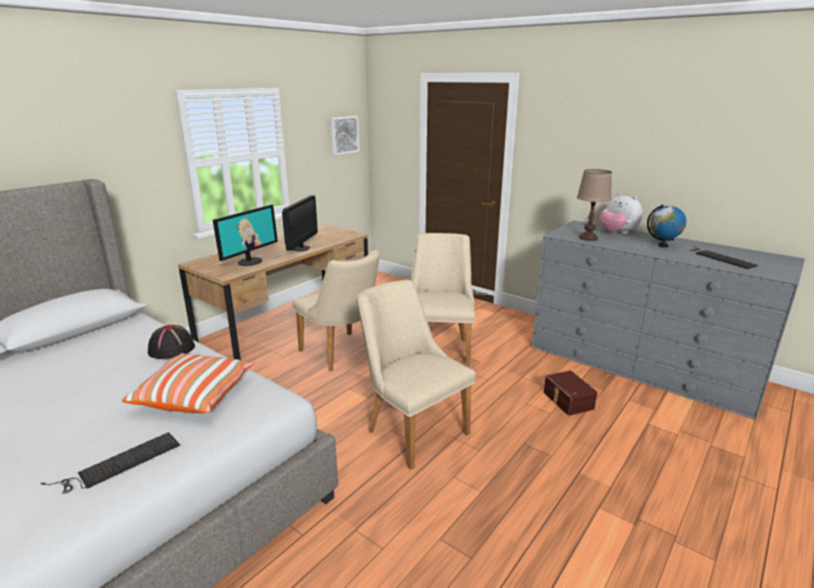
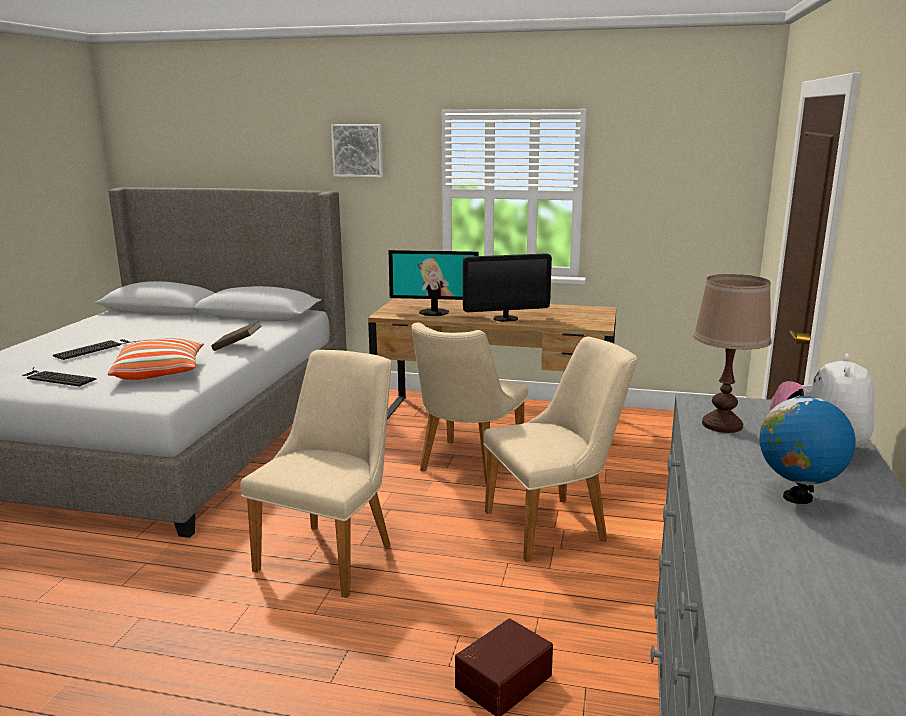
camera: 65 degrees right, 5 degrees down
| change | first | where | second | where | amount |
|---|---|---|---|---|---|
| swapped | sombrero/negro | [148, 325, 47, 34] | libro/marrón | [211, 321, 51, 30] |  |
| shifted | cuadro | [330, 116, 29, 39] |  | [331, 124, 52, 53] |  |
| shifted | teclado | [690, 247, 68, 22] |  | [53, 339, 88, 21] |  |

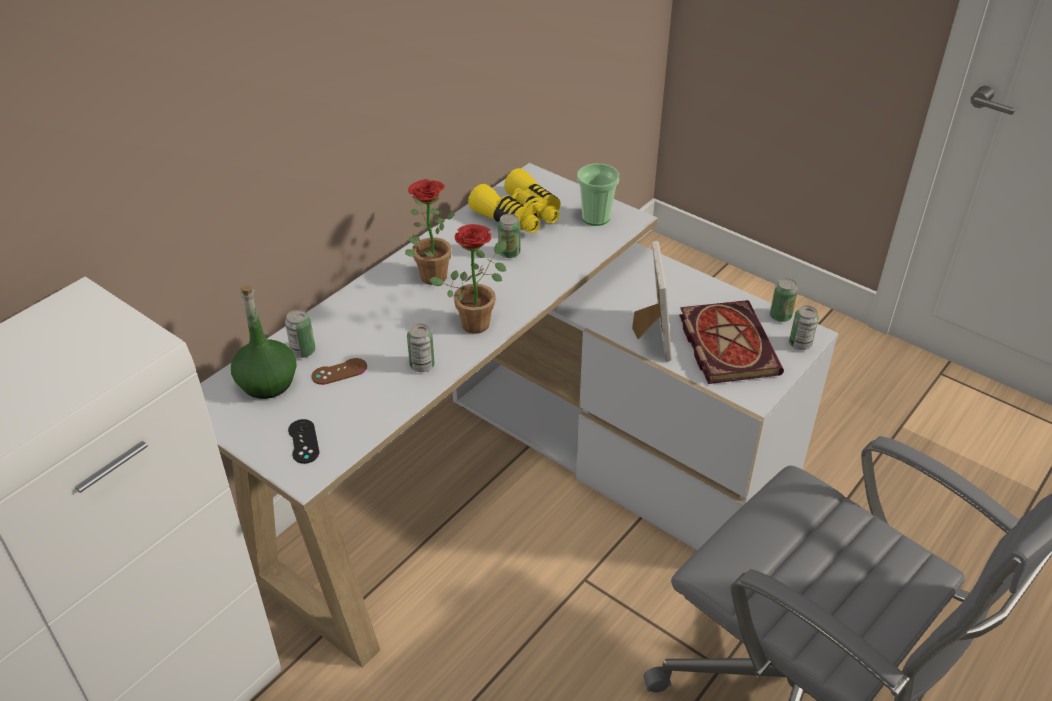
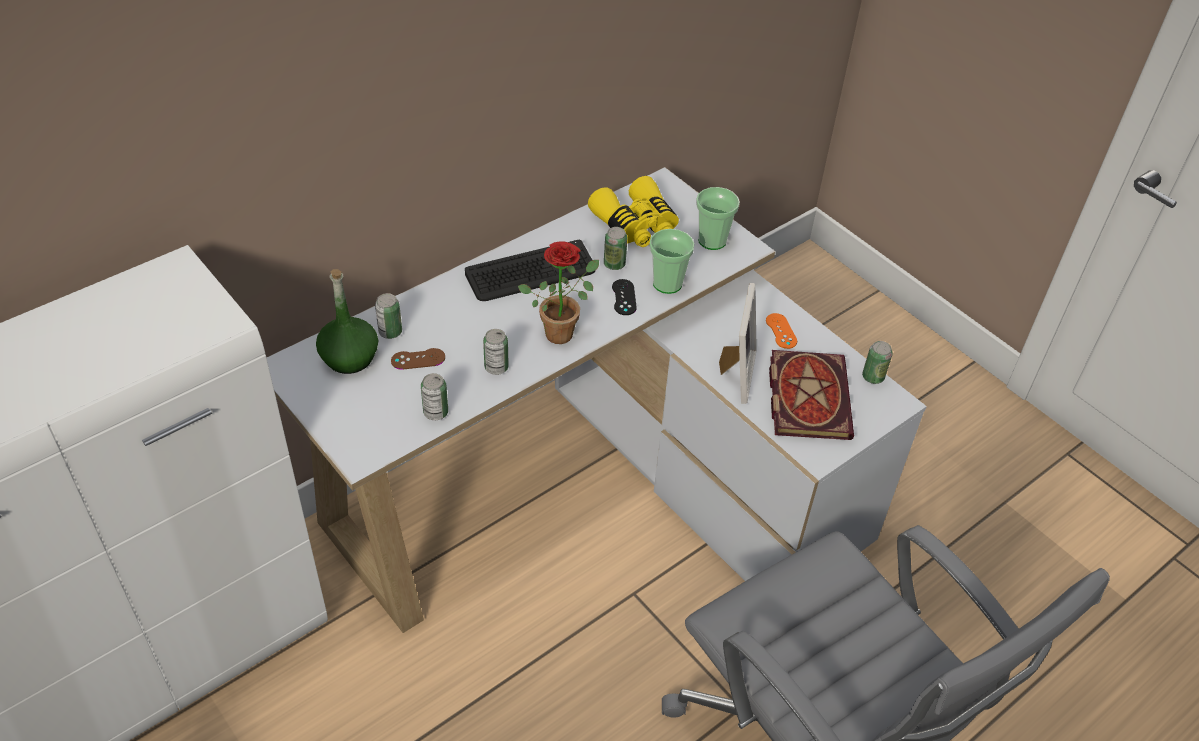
camera: 10 degrees right, 5 degrees up
| change | first | where | second | where | amount |
|---|---|---|---|---|---|
| shifted | mando de consola/negro | [288, 419, 31, 45] |  | [612, 279, 25, 36] |  |
| swapped | planta en maceta | [405, 179, 50, 106] | teclado | [465, 240, 131, 61] |  |
| shifted | lata | [789, 305, 30, 45] |  | [421, 373, 27, 47] |  |
| new |  |  | taza | [649, 229, 45, 65] |  |
| new |  |  | mando de consola/naranja | [766, 313, 31, 36] |  |

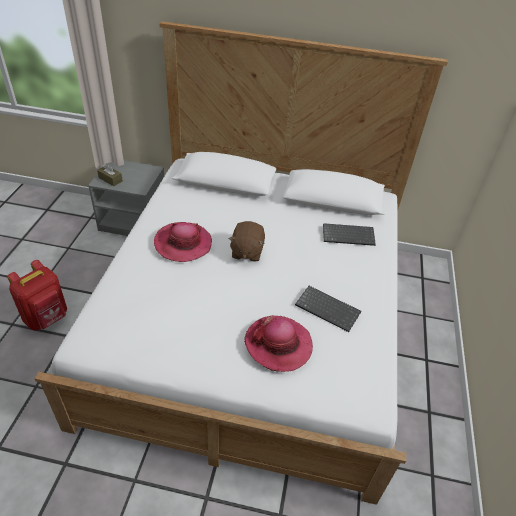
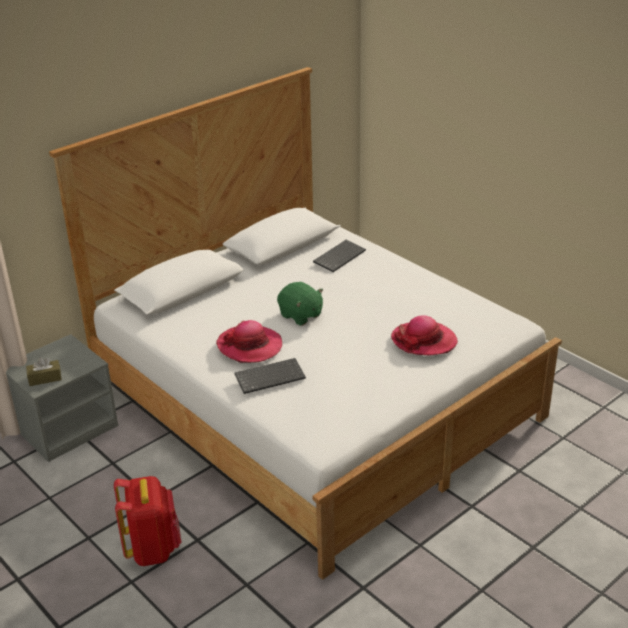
camera: 50 degrees left, 10 degrees down
| change | first | where | second | where | amount |
|---|---|---|---|---|---|
| repainted | peluche/marrón | [228, 221, 37, 41] | peluche/verde | [277, 282, 46, 44] |  |
| shifted | teclado | [295, 286, 66, 46] |  | [235, 358, 71, 36] |  |

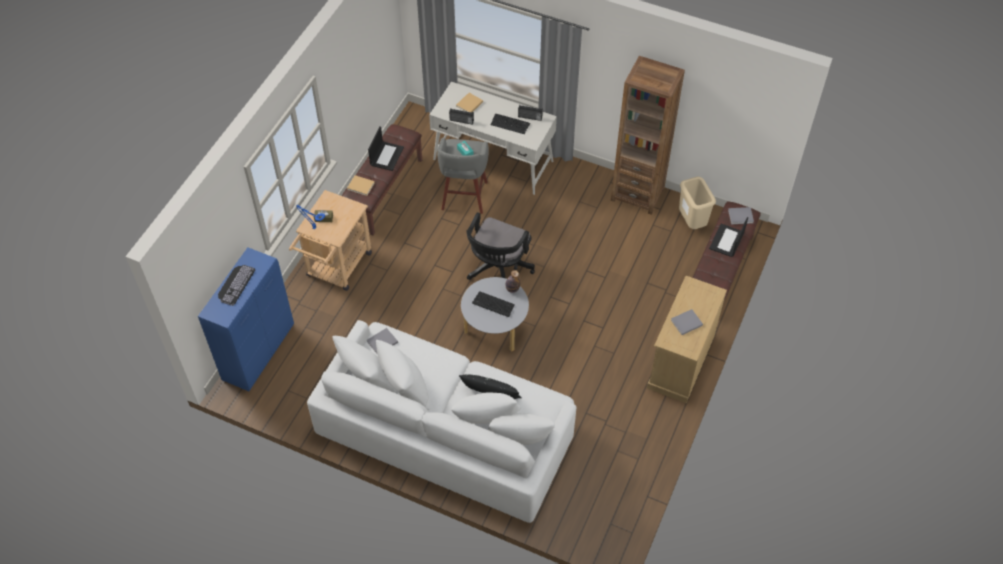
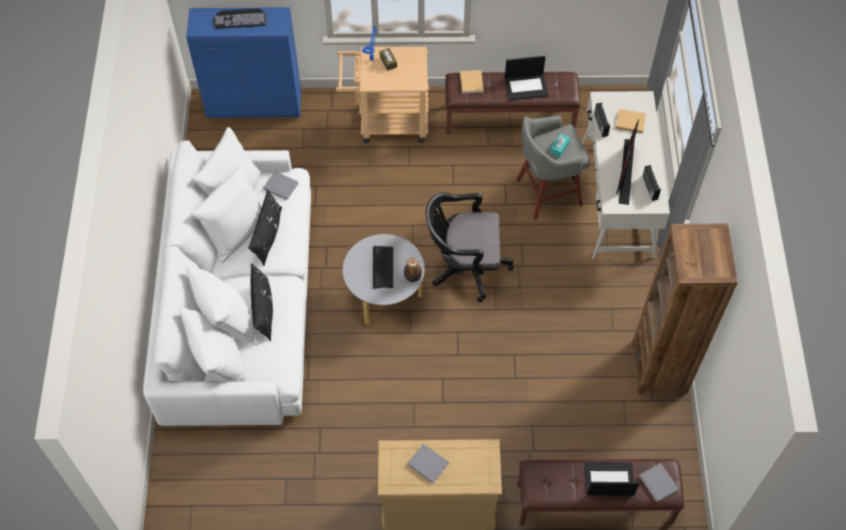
camera: 65 degrees right, 5 degrees up
| change | first | where | second | where | amount |
|---|---|---|---|---|---|
| swapped | teclado | [491, 114, 39, 20] | monitor | [616, 119, 23, 86] |  |
| gone | papelera/beis | [679, 177, 37, 52] |  |  |  |
| new |  |  | cojín/negro | [248, 189, 34, 77] |  |

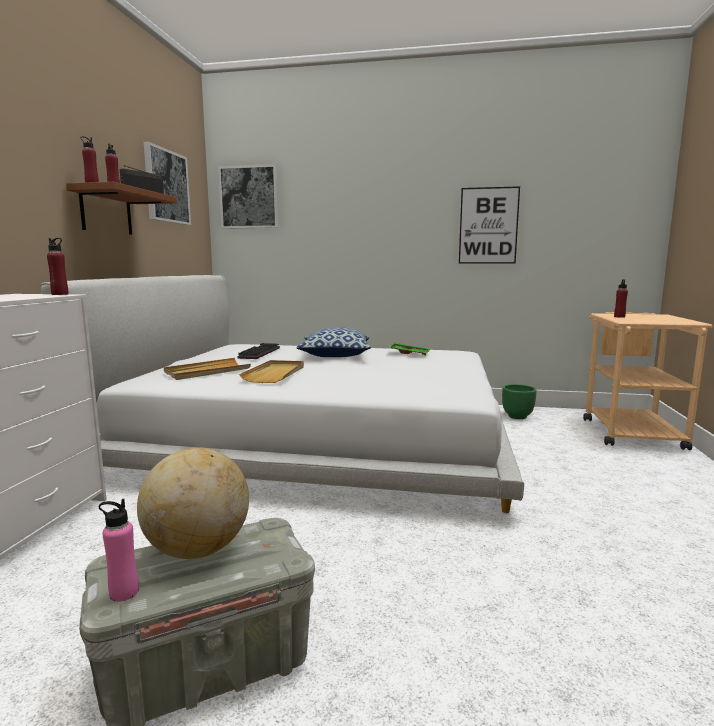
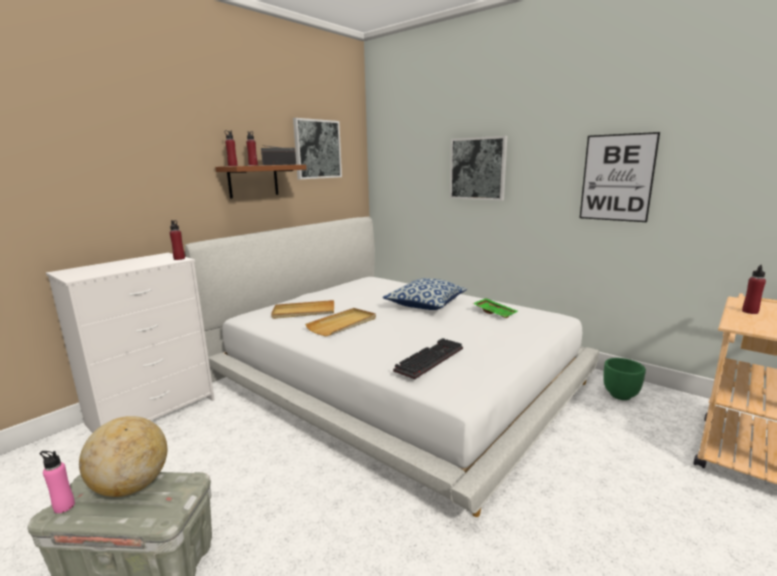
camera: 30 degrees right, 5 degrees up
| change | first | where | second | where | amount |
|---|---|---|---|---|---|
| shifted | cuadro | [218, 164, 61, 65] |  | [450, 136, 57, 65] |  |
| shifted | teclado | [237, 343, 43, 16] |  | [393, 338, 70, 41] |  |

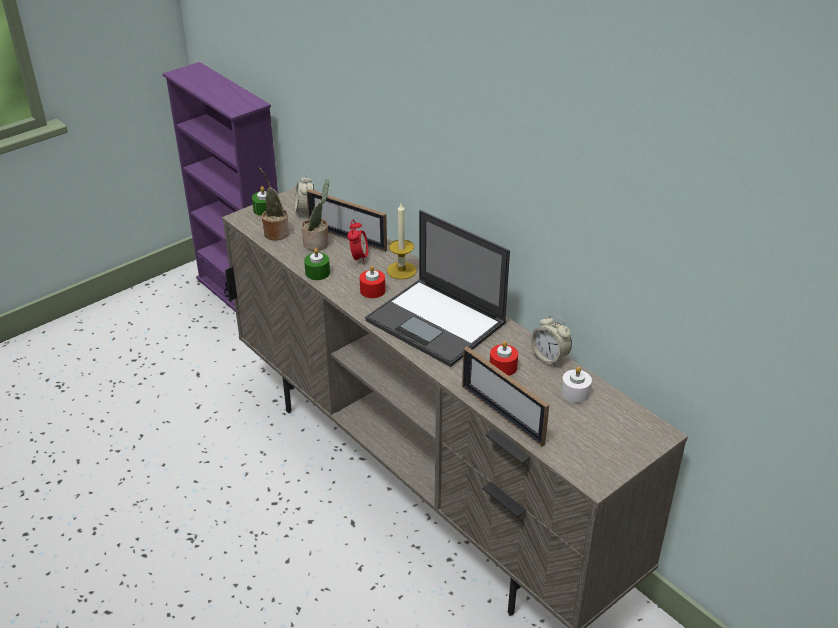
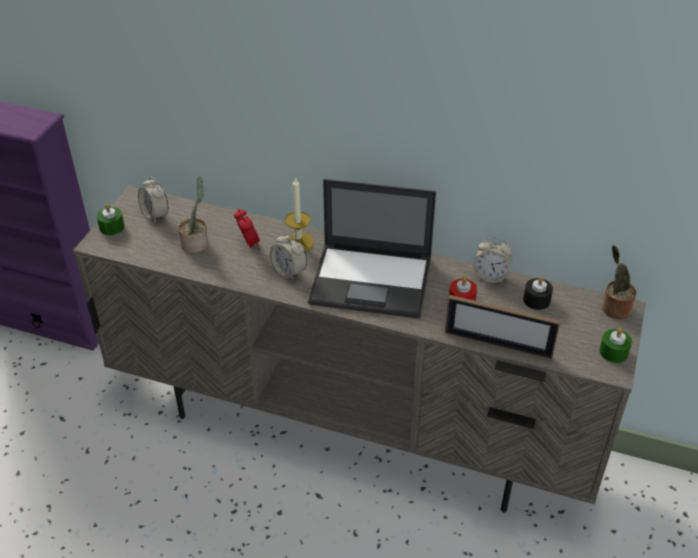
camera: 30 degrees left, 5 degrees up
| change | first | where | second | where | amount |
|---|---|---|---|---|---|
| shifted | planta en maceta | [258, 167, 31, 74] |  | [602, 245, 35, 74] |  |
| shifted | vela/verde | [304, 248, 26, 32] |  | [599, 328, 33, 35] |  |
| gone | portarretratos | [307, 189, 80, 63] |  |  |  |
| swapped | vela/rojo | [360, 266, 25, 32] | despertador | [270, 232, 37, 49] |  |
| repainted | vela/blanco | [561, 367, 31, 36] | vela/negro | [523, 276, 30, 34] |  |

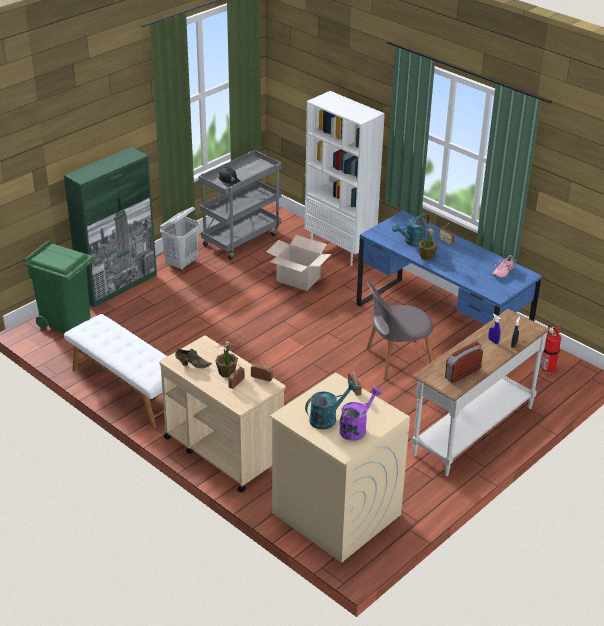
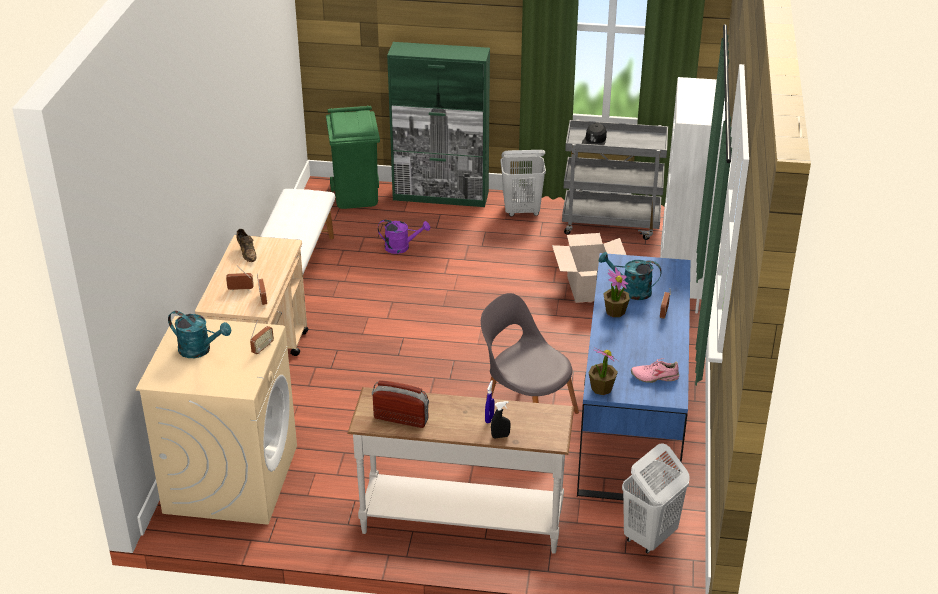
camera: 55 degrees right, 0 degrees up
| change | first | where | second | where | amount |
|---|---|---|---|---|---|
| shifted | planta en maceta | [215, 341, 23, 37] |  | [589, 347, 29, 48] |  |
| shifted | regadera/morado | [340, 387, 42, 54] |  | [378, 220, 52, 34] |  |
| swapped | extintor | [541, 324, 20, 49] | cesto de la ropa/blanco | [622, 443, 68, 111] |  |

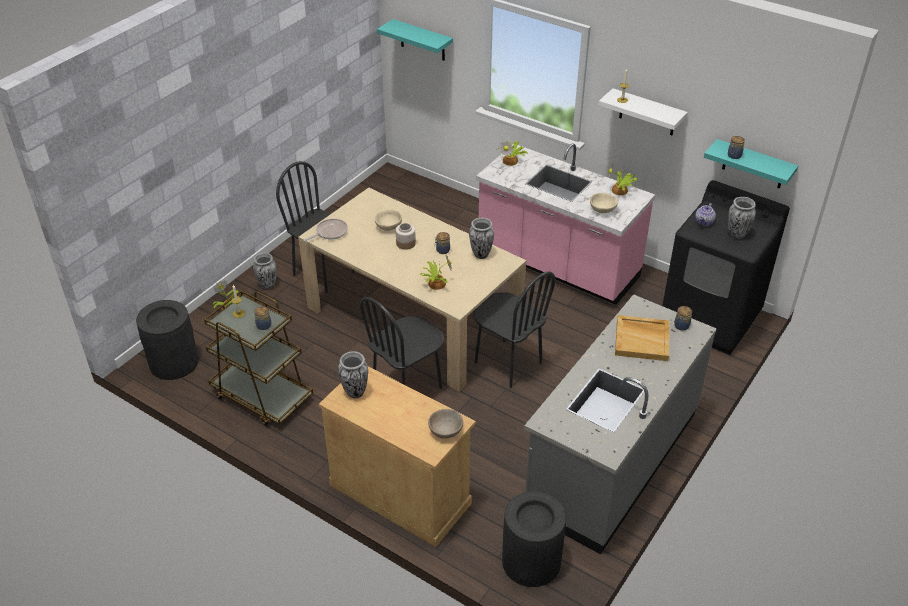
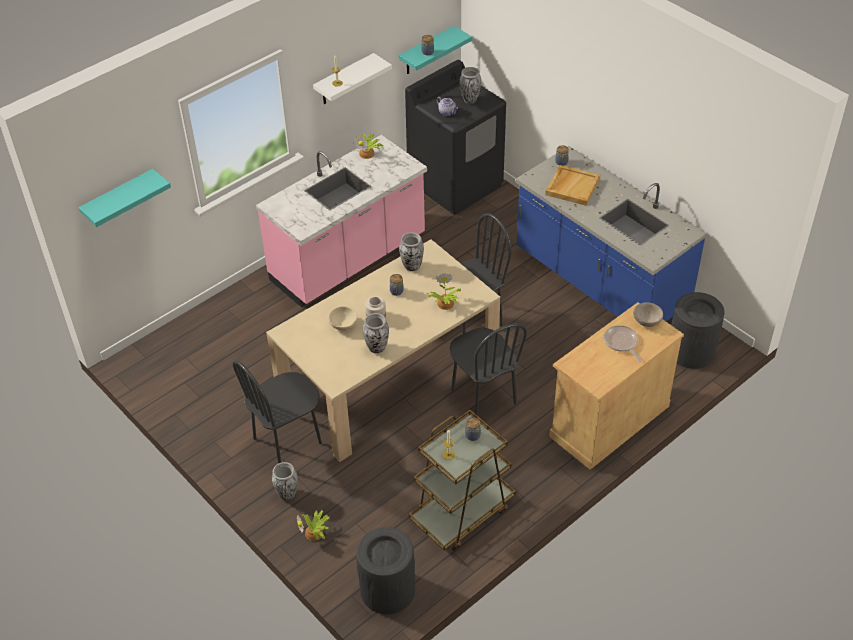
camera: 75 degrees left, 5 degrees up
| change | first | where | second | where | amount |
|---|---|---|---|---|---|
| shifted | sartén | [304, 219, 44, 23] |  | [604, 325, 38, 37] |  |
| shifted | florero | [338, 351, 30, 47] |  | [363, 313, 26, 40] |  |
| gone | planta en maceta | [498, 141, 30, 25] |  |  |  |
| repainted | mueble bajo de cocina/gris | [524, 294, 193, 260] | mueble bajo de cocina/azul | [515, 146, 192, 179] |  |
| gone | cuenco/beis | [590, 193, 28, 20] |  |  |  |

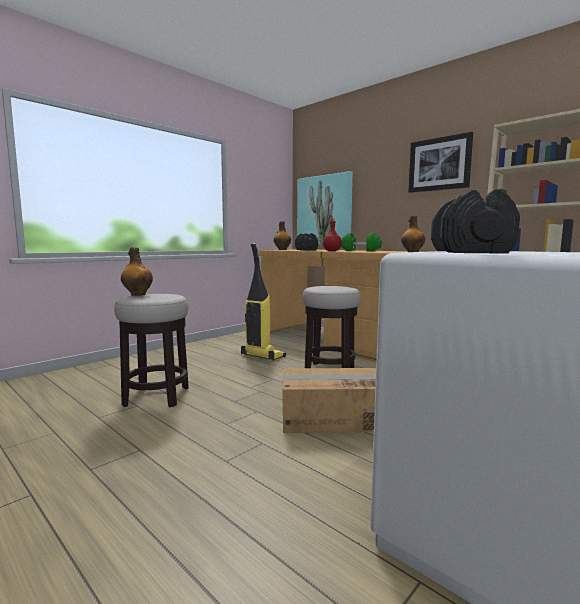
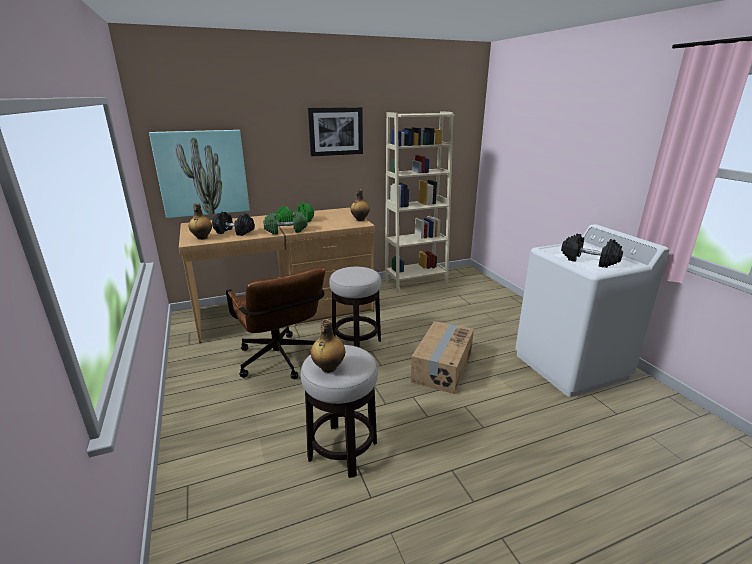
camera: 65 degrees left, 15 degrees up
| change | first | where | second | where | amount |
|---|---|---|---|---|---|
| swapped | aspiradora | [241, 243, 45, 117] | silla de oficina/marrón | [226, 267, 99, 112] |  |
| swapped | botella/rojo | [323, 219, 19, 32] | mancuerna/verde | [263, 211, 44, 24] |  |

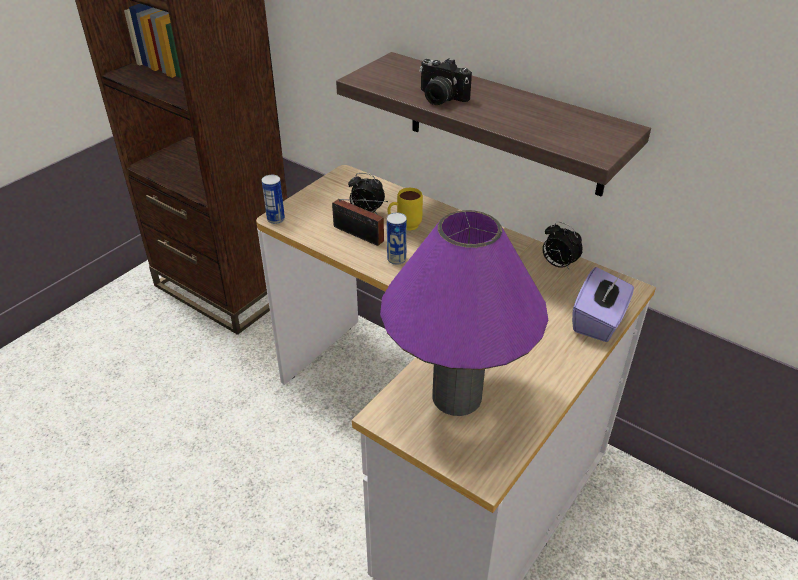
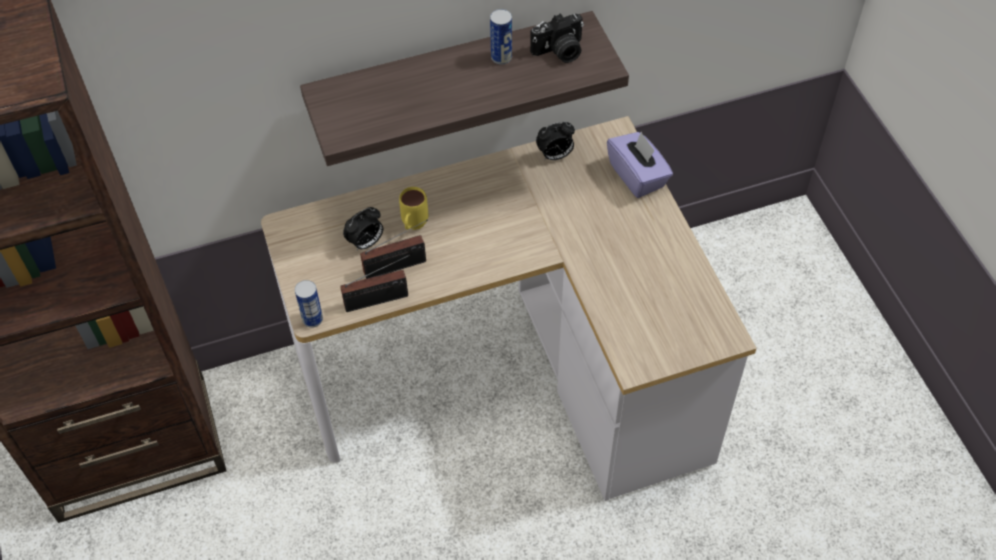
camera: 55 degrees left, 15 degrees up
| change | first | where | second | where | amount |
|---|---|---|---|---|---|
| gone | lámpara de mesa/morado | [380, 210, 168, 206] |  |  |  |
| shifted | lata | [387, 212, 20, 53] |  | [490, 9, 22, 55] |  |
| shifted | cámara | [419, 58, 53, 47] |  | [530, 13, 54, 50] |  |
| new |  |  | radio | [340, 255, 70, 57] |  |

